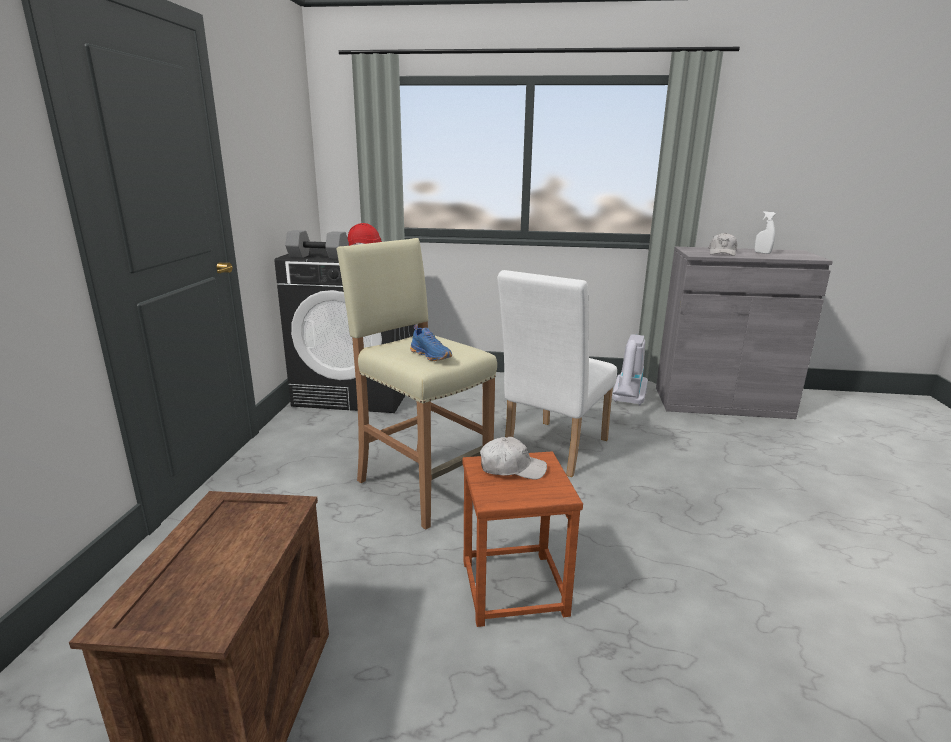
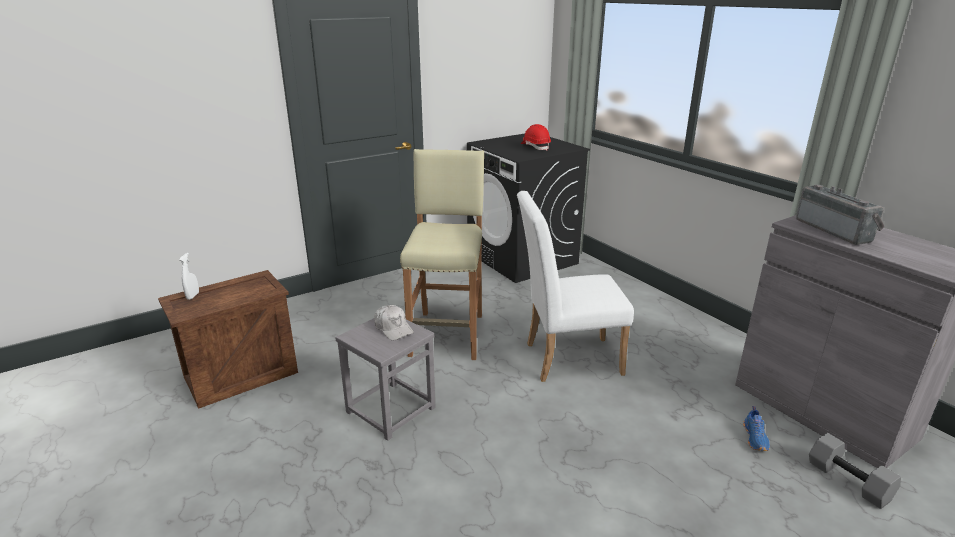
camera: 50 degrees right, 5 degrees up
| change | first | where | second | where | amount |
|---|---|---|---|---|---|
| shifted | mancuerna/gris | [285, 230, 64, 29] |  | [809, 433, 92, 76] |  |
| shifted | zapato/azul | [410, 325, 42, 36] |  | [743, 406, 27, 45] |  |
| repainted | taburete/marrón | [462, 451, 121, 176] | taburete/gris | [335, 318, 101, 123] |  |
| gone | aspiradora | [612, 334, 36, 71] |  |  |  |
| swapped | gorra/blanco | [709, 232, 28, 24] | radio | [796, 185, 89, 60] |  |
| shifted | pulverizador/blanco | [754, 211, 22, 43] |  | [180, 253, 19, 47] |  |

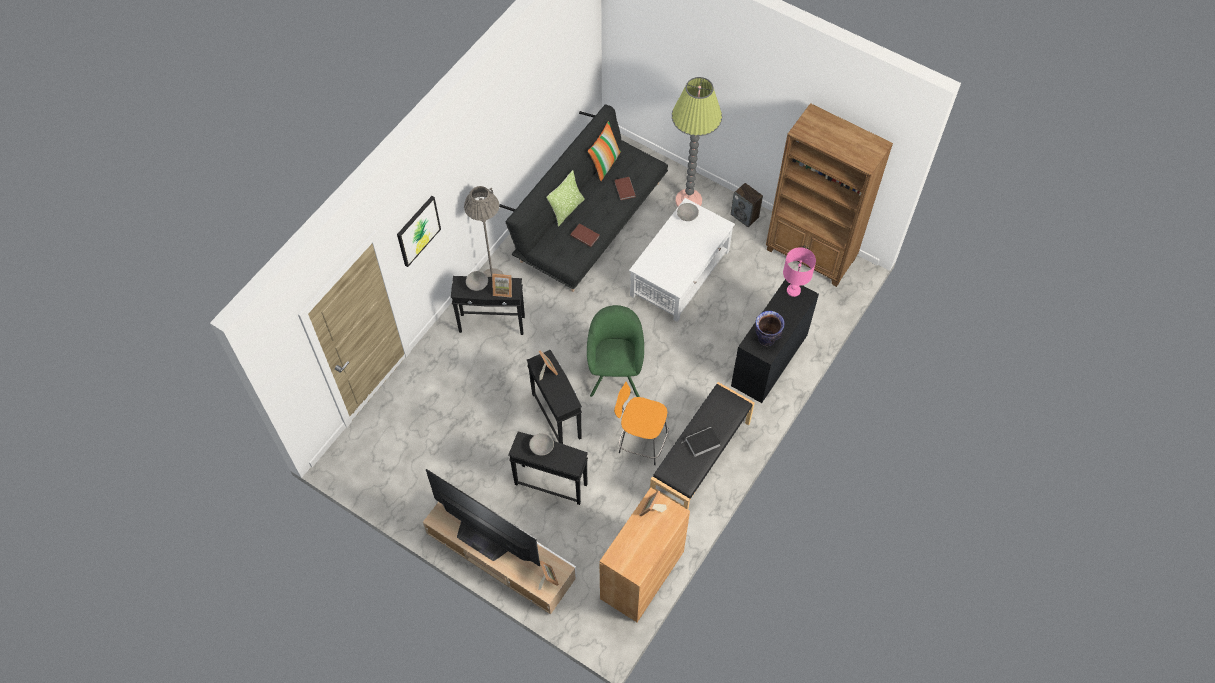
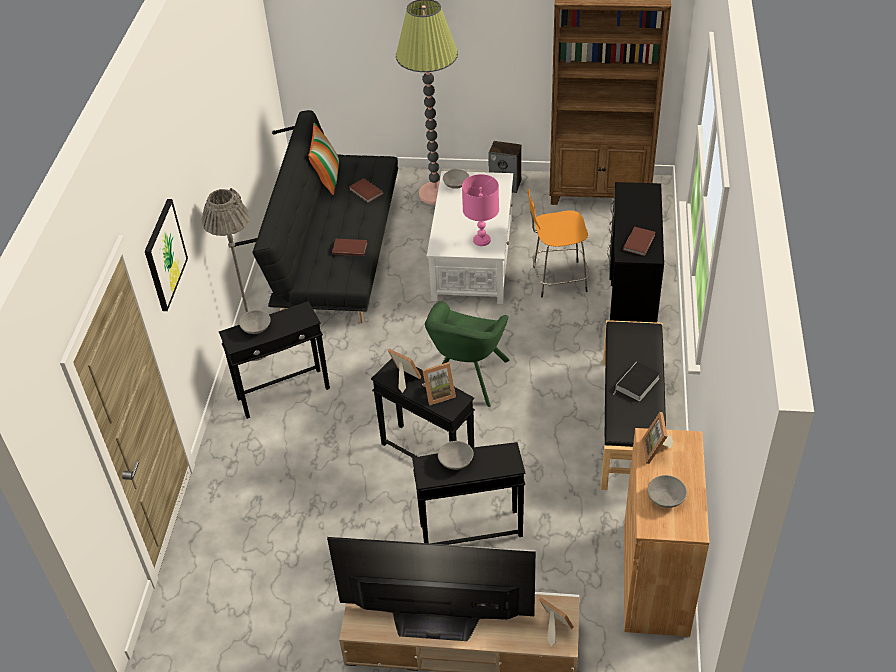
camera: 25 degrees left, 15 degrees down
| change | first | where | second | where | amount |
|---|---|---|---|---|---|
| shifted | portarretratos | [492, 274, 20, 24] |  | [422, 362, 34, 43] |  |
| gone | cojín | [546, 170, 39, 57] |  |  |  |
| rotated | sillón/verde | [587, 305, 57, 92] |  | [425, 301, 84, 106] | 135 degrees counterclockwise |
| shifted | taburete/naranja | [614, 382, 55, 83] |  | [528, 189, 61, 108] |  |
| swapped | florero | [755, 311, 30, 35] | libro/marrón | [623, 227, 32, 29] |  |
| shifted | lámpara de mesa/rosa | [783, 247, 33, 50] |  | [462, 174, 37, 72] |  |
| new |  |  | cuenco/gris | [648, 475, 39, 33] |  |

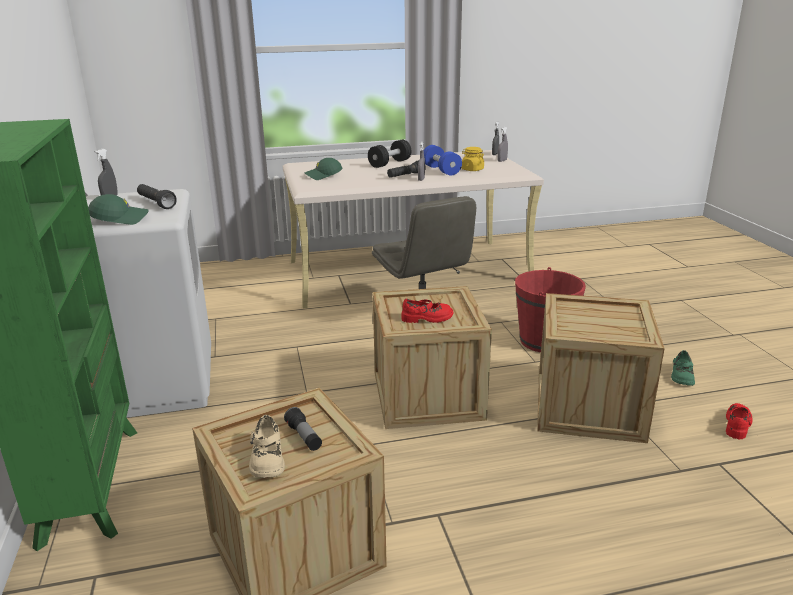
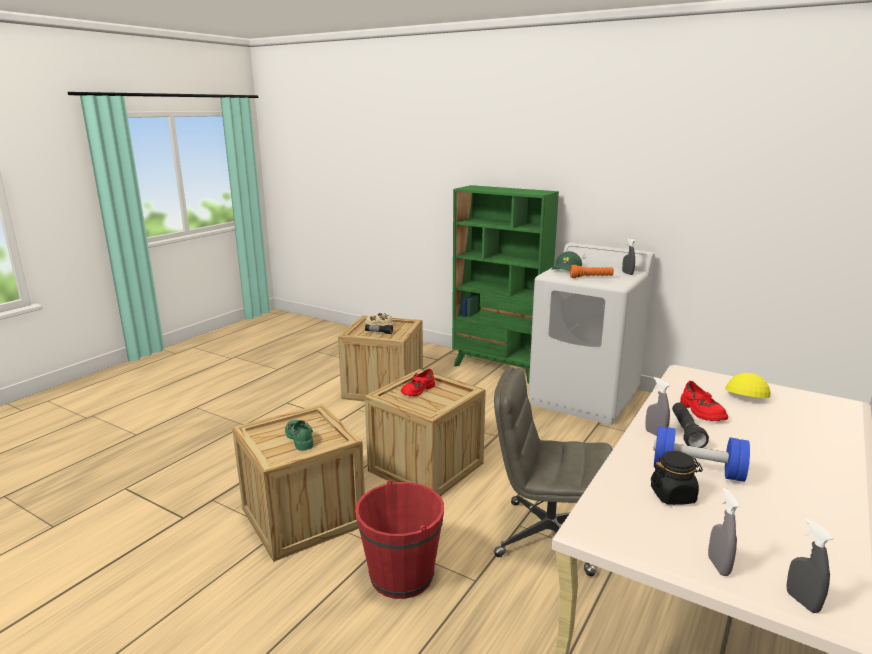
camera: 135 degrees right, 5 degrees down
| change | first | where | second | where | amount |
|---|---|---|---|---|---|
| repainted | linterna/negro | [137, 184, 40, 25] | linterna/naranja | [570, 265, 44, 13] |  |
| repainted | gorra/verde | [305, 158, 37, 22] | gorra/amarillo | [726, 373, 45, 25] |  |
| gone | mancuerna/negro | [368, 140, 43, 28] |  |  |  |
| repainted | tarro/amarillo | [461, 147, 23, 24] | tarro/negro | [651, 451, 52, 54] |  |
| shifted | zapato/verde | [671, 350, 24, 36] |  | [285, 420, 28, 31] |  |
| shifted | zapato/rojo | [726, 403, 26, 36] |  | [680, 381, 48, 40] |  |

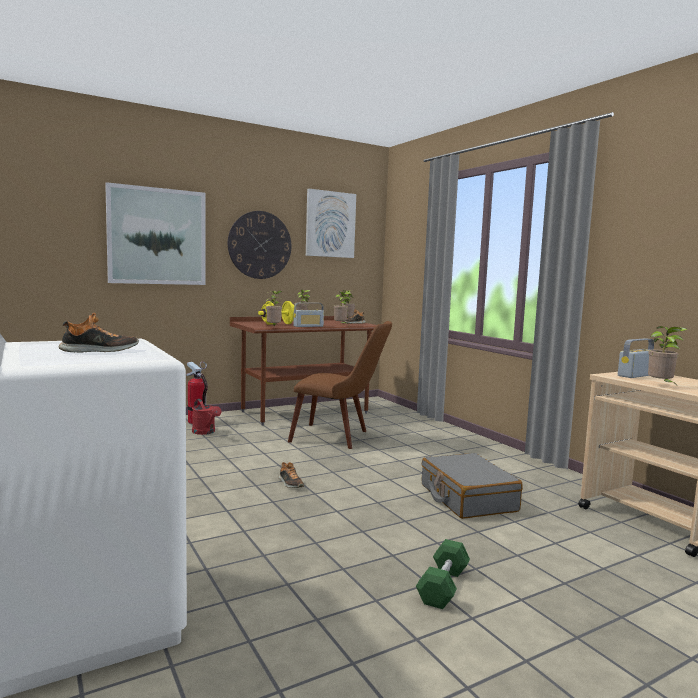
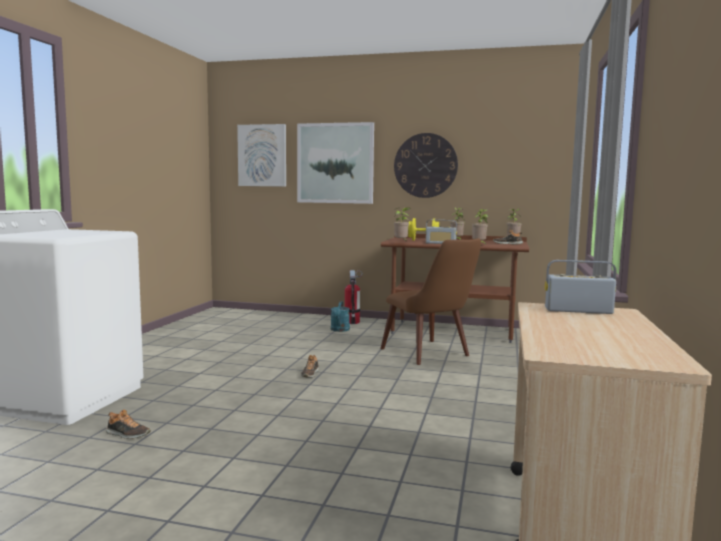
camera: 45 degrees right, 0 degrees up
| change | first | where | second | where | amount |
|---|---|---|---|---|---|
| shifted | zapato | [59, 313, 80, 40] |  | [106, 409, 45, 30] |  |
| repainted | regadera/rojo | [192, 399, 29, 36] | regadera/turquesa | [331, 301, 19, 31] |  |
| shifted | cuadro | [306, 189, 50, 69] |  | [237, 124, 49, 63] |  |
| gone | mancuerna/verde | [416, 539, 54, 70] |  |  |  |
| gone | maleta/gris | [422, 453, 101, 66] |  |  |  |
| gone | planta en maceta | [648, 326, 40, 58] |  |  |  |

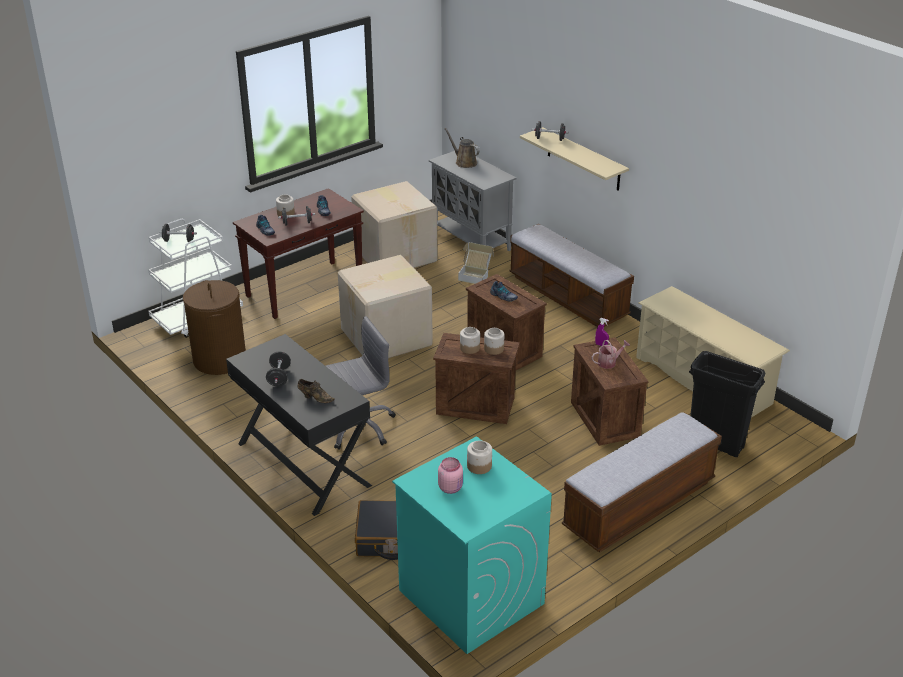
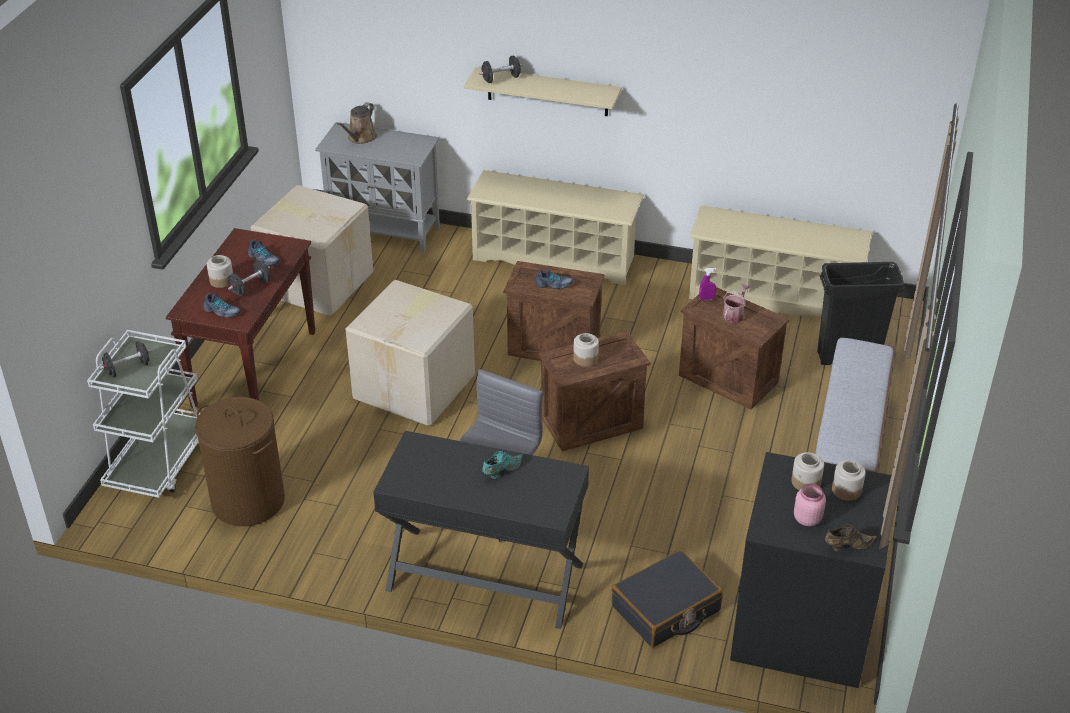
camera: 35 degrees left, 5 degrees up
| change | first | where | second | where | amount |
|---|---|---|---|---|---|
| gone | mancuerna/negro | [266, 352, 25, 34] |  |  |  |
| shifted | zapato/marrón | [297, 379, 38, 24] |  | [825, 524, 52, 28] |  |
| repainted | lavadora/turquesa | [392, 437, 160, 217] | lavadora/negro | [730, 452, 161, 236] |  |
| rotated | regadera/marrón | [444, 128, 36, 40] |  | [337, 102, 40, 42] | 75 degrees counterclockwise |
| gone | caja de cartón | [458, 242, 36, 42] |  |  |  |
| shifted | tarro | [484, 328, 20, 27] |  | [832, 460, 34, 41] |  |
| swapped | banco | [509, 224, 125, 103] | zapatero/beis | [467, 170, 177, 115] |  |
| new |  |  | zapato/turquesa | [482, 451, 41, 28] |  |

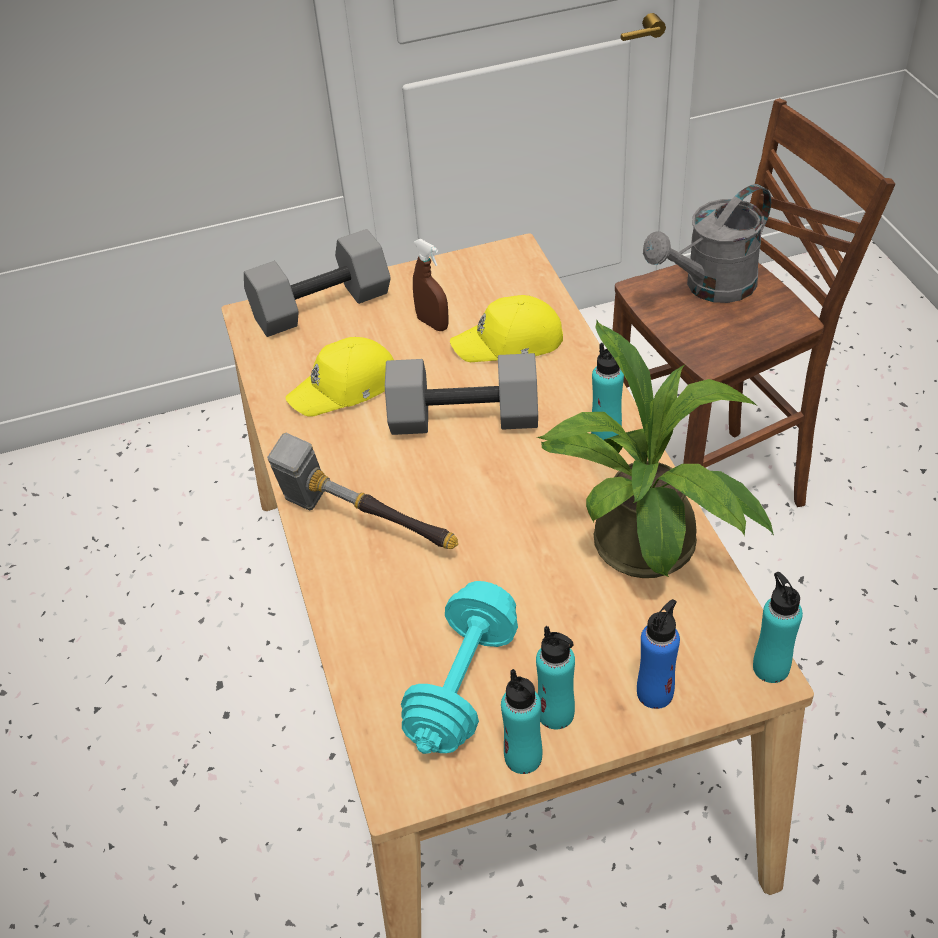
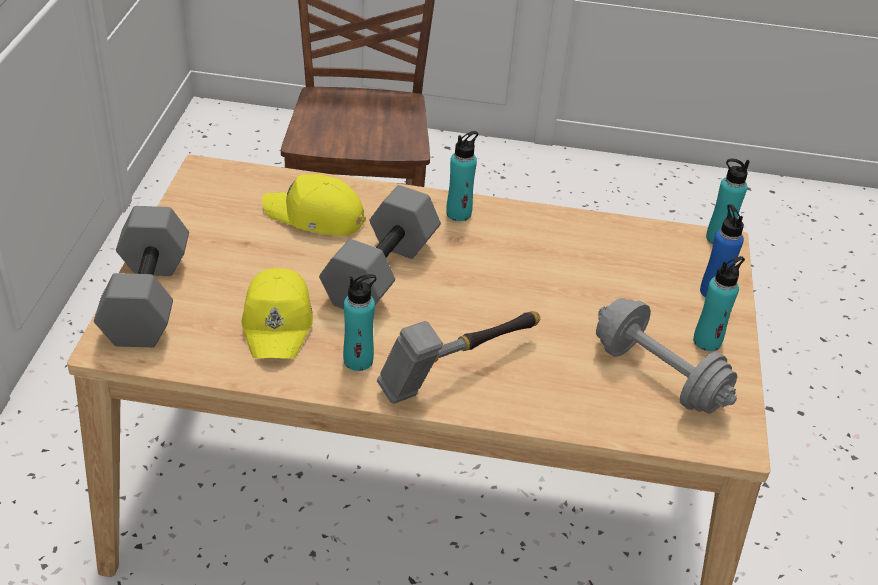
camera: 70 degrees left, 5 degrees down
| change | first | where | second | where | amount |
|---|---|---|---|---|---|
| repainted | mancuerna/turquesa | [401, 581, 117, 173] | mancuerna/gris | [596, 298, 141, 116] |  |
| gone | pulverizador/marrón | [413, 239, 36, 92] |  |  |  |
| rotated | gorra/amarillo | [450, 295, 113, 67] |  | [262, 174, 104, 62] | 90 degrees clockwise |
| shifted | botella/turquesa | [501, 669, 42, 105] |  | [343, 274, 34, 97] |  |
| gone | planta en maceta | [537, 321, 237, 257] |  |  |  |
| gone | regadera/gris | [643, 184, 128, 119] |  |  |  |

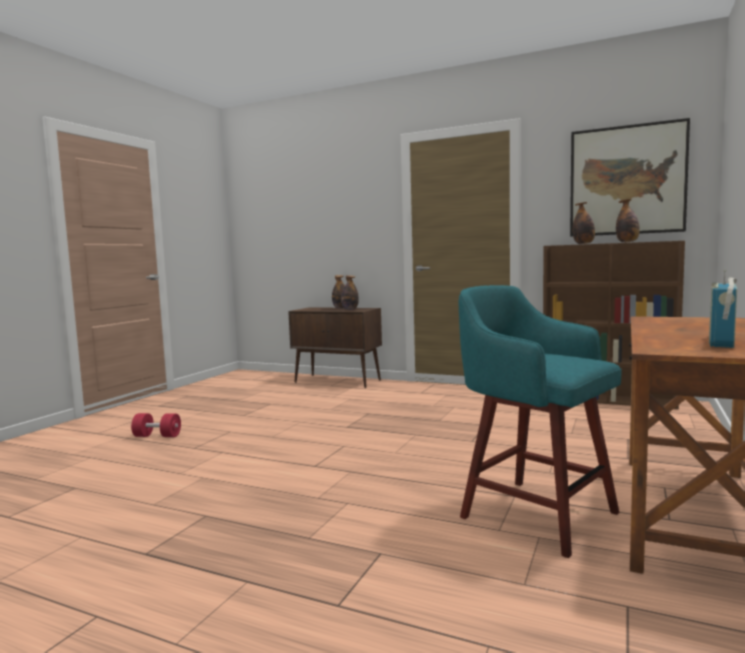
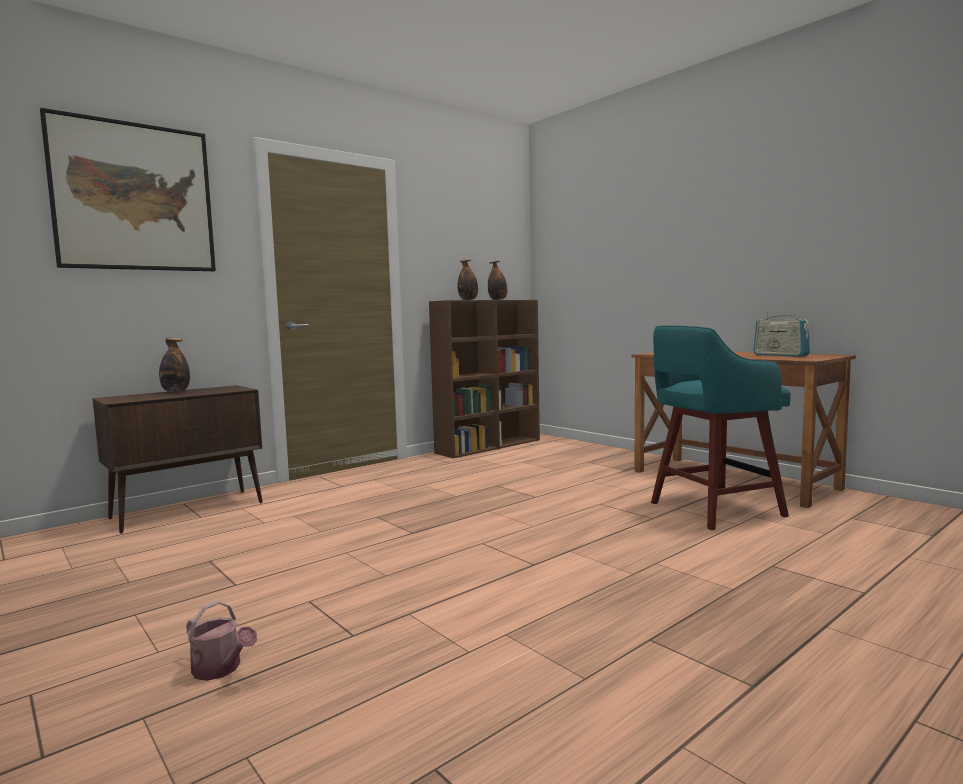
camera: 65 degrees left, 0 degrees up
| change | first | where | second | where | amount |
|---|---|---|---|---|---|
| swapped | mancuerna/rojo | [131, 413, 50, 24] | regadera | [186, 601, 71, 80] |  |
| gone | botella | [341, 275, 18, 35] |  |  |  |
| shifted | cuadro | [570, 118, 120, 118] |  | [40, 108, 176, 163] |  |

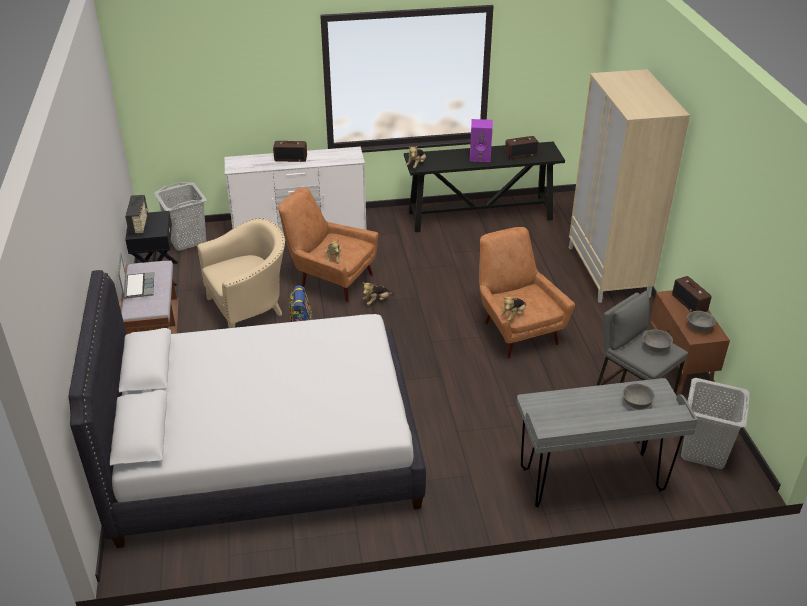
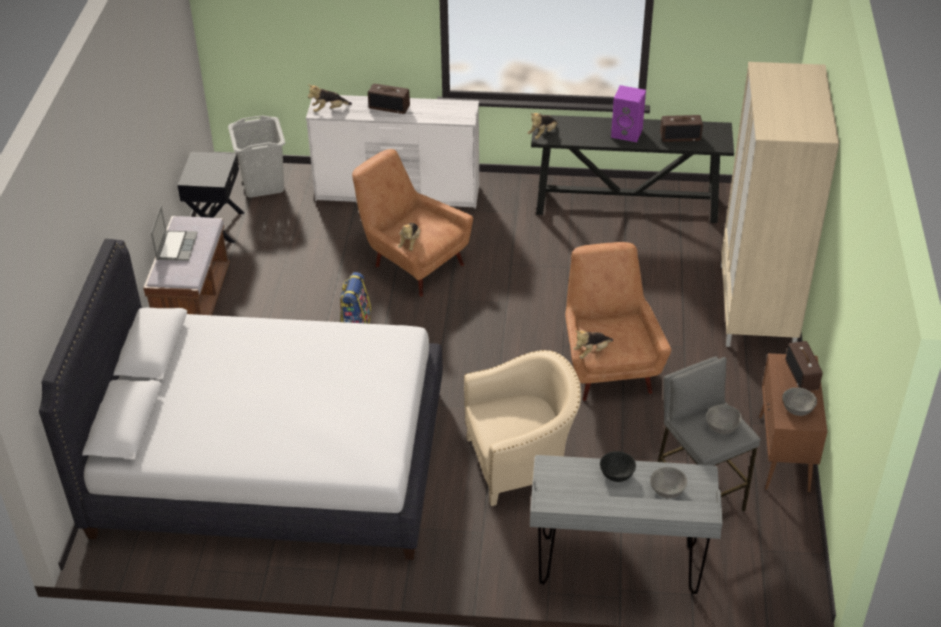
camera: 15 degrees right, 5 degrees up
| change | first | where | second | where | amount |
|---|---|---|---|---|---|
| gone | radio | [125, 195, 24, 39] |  |  |  |
| shifted | sillón/beis | [197, 218, 88, 110] |  | [464, 350, 118, 156] |  |
| shifted | peluche | [363, 283, 31, 22] |  | [308, 84, 44, 28] |  |
| gone | cesto de la ropa/gris | [681, 378, 69, 91] |  |  |  |
| new |  |  | cuenco/negro | [600, 451, 36, 31] |  |

